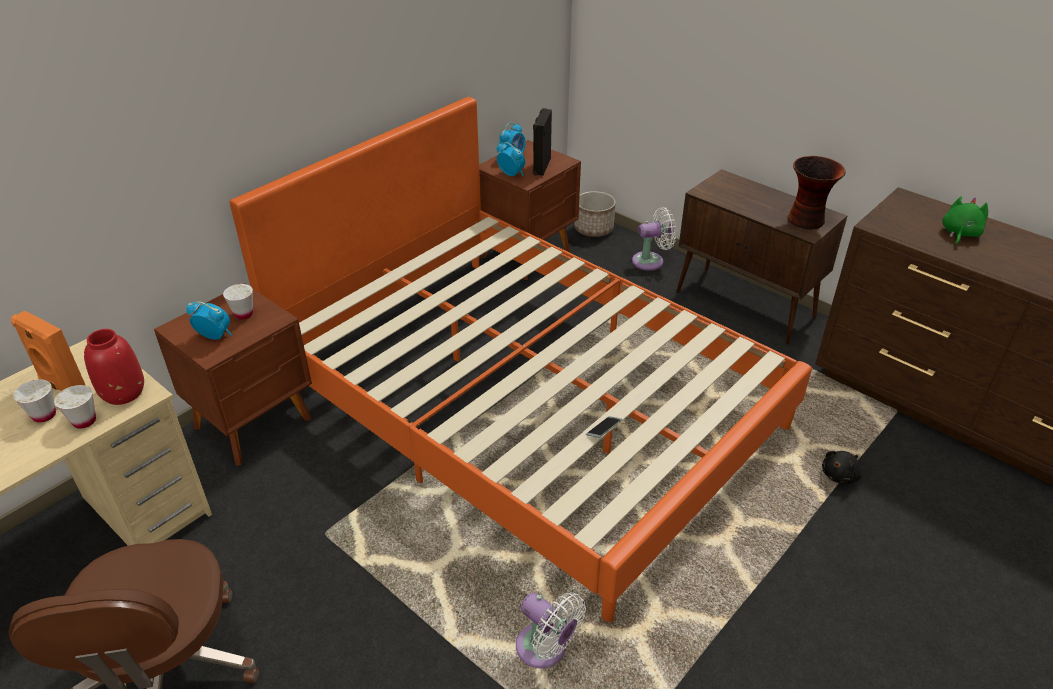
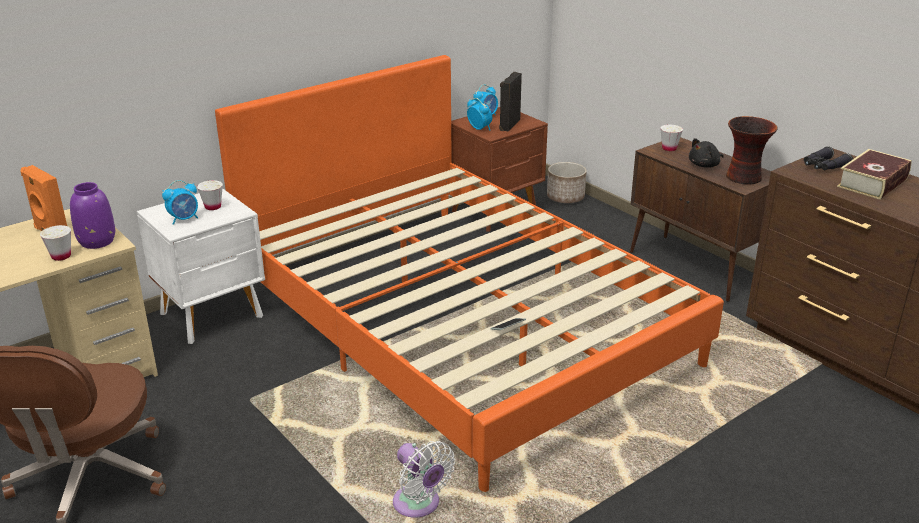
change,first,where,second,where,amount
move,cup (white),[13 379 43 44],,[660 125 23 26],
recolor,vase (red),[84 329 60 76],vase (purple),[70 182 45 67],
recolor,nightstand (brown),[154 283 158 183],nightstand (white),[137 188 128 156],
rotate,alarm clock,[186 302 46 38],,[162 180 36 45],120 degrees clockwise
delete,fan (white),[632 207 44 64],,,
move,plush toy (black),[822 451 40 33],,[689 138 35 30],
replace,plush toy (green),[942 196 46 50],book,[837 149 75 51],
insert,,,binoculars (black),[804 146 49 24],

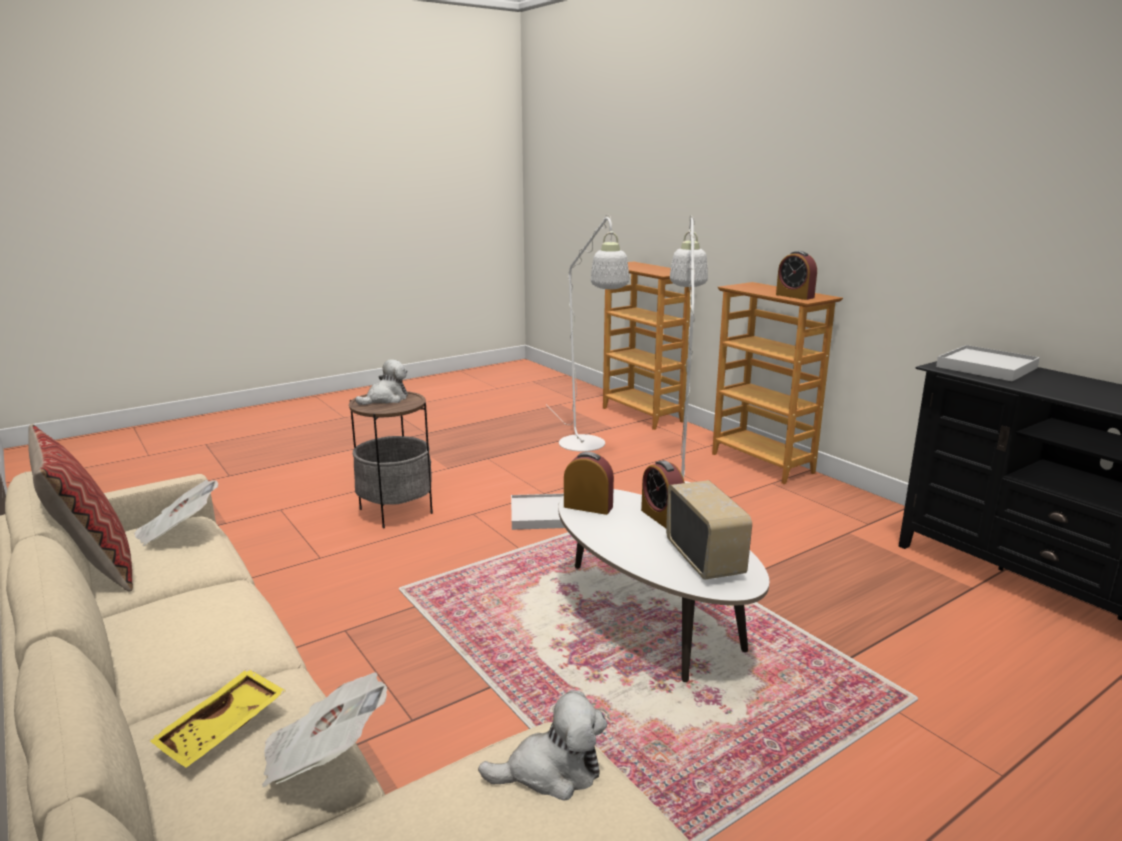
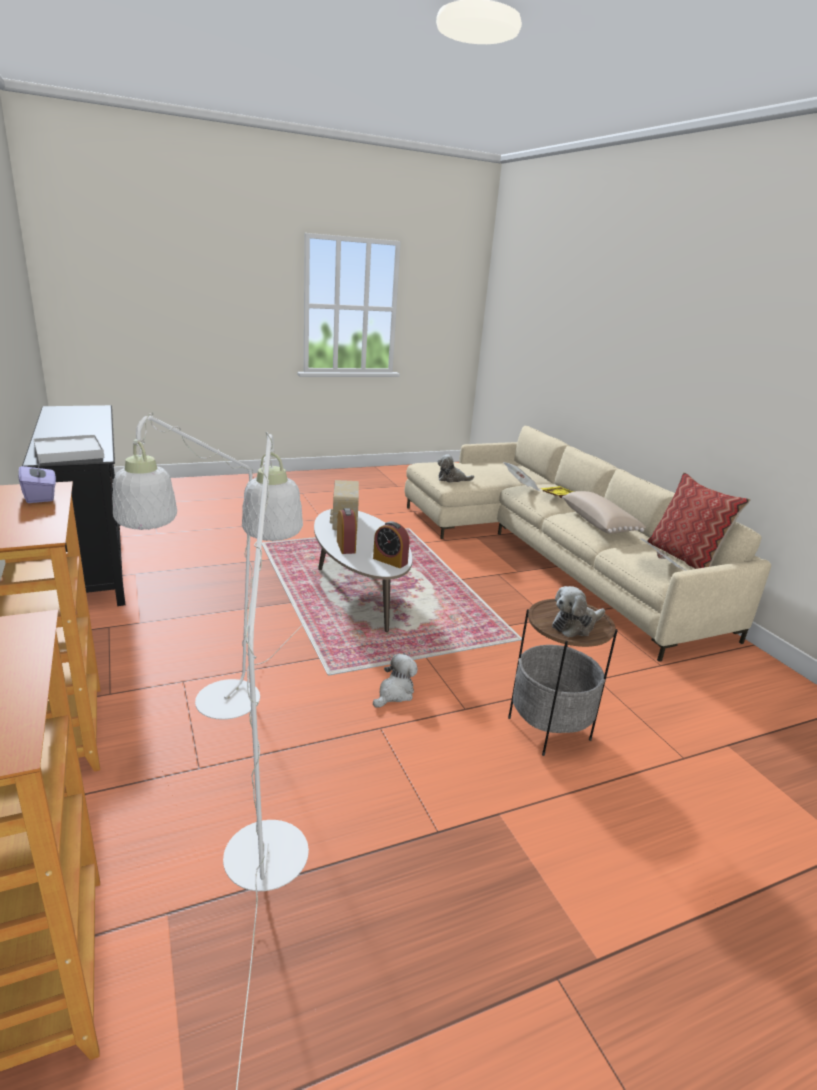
change,first,where,second,where,amount
replace,tray (white),[511 494 54 36],plush toy,[373 654 45 53],
replace,alarm clock,[776 251 41 49],tissue box (purple),[18 459 38 44],
insert,,,pillow (beige),[562 491 84 42],

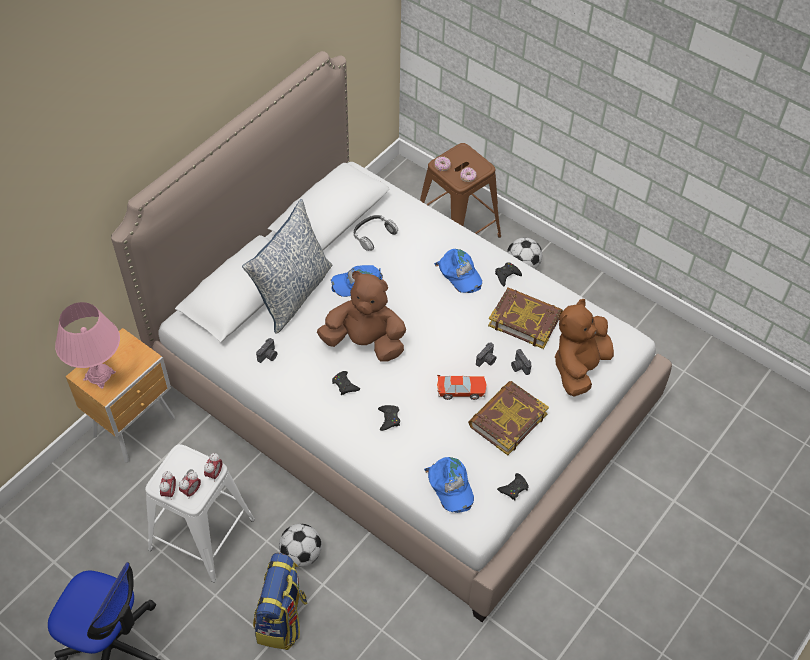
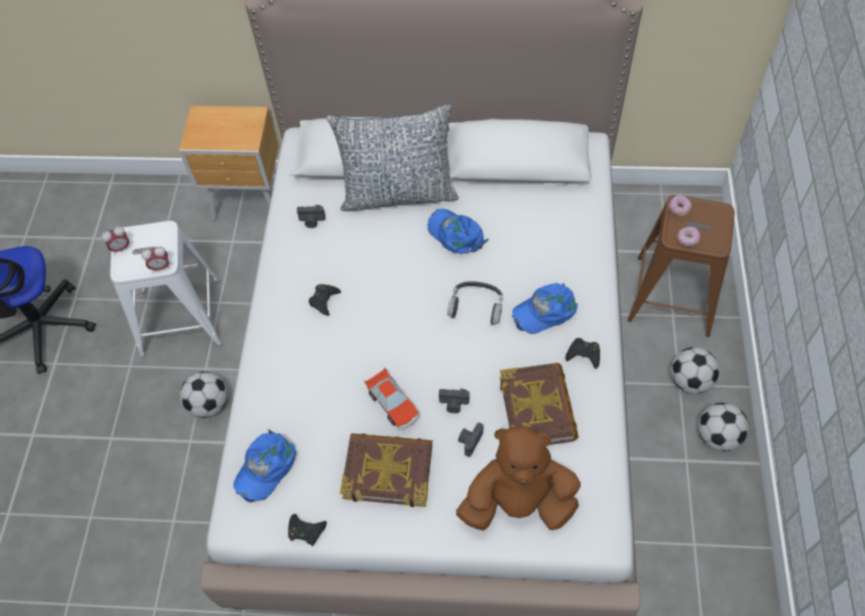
change,first,where,second,where,amount
delete,table lamp (pink),[55 302 65 87],,,
delete,alarm clock,[179 471 22 26],,,
delete,backpack,[253 553 55 97],,,
delete,plush toy (brown),[317 271 89 91],,,
move,headphones,[354 215 44 36],,[447 281 56 44],
delete,game controller (black),[378 405 22 26],,,
rotate,cap (blue),[434 249 48 44],,[512 283 66 51],45 degrees clockwise
insert,,,football,[698 403 51 48],

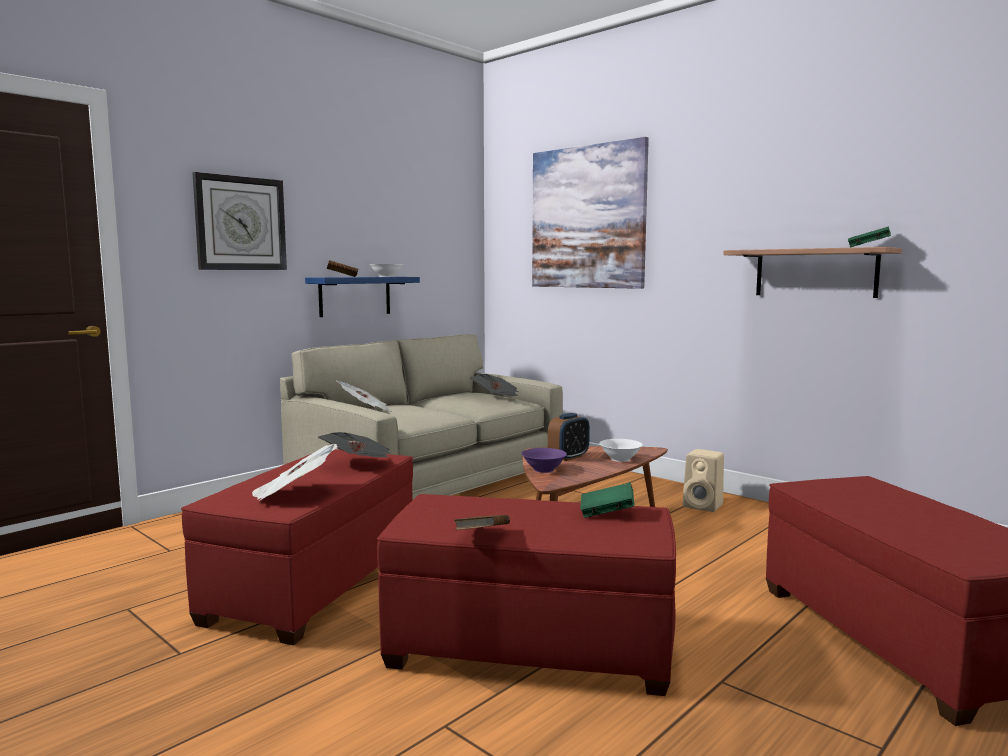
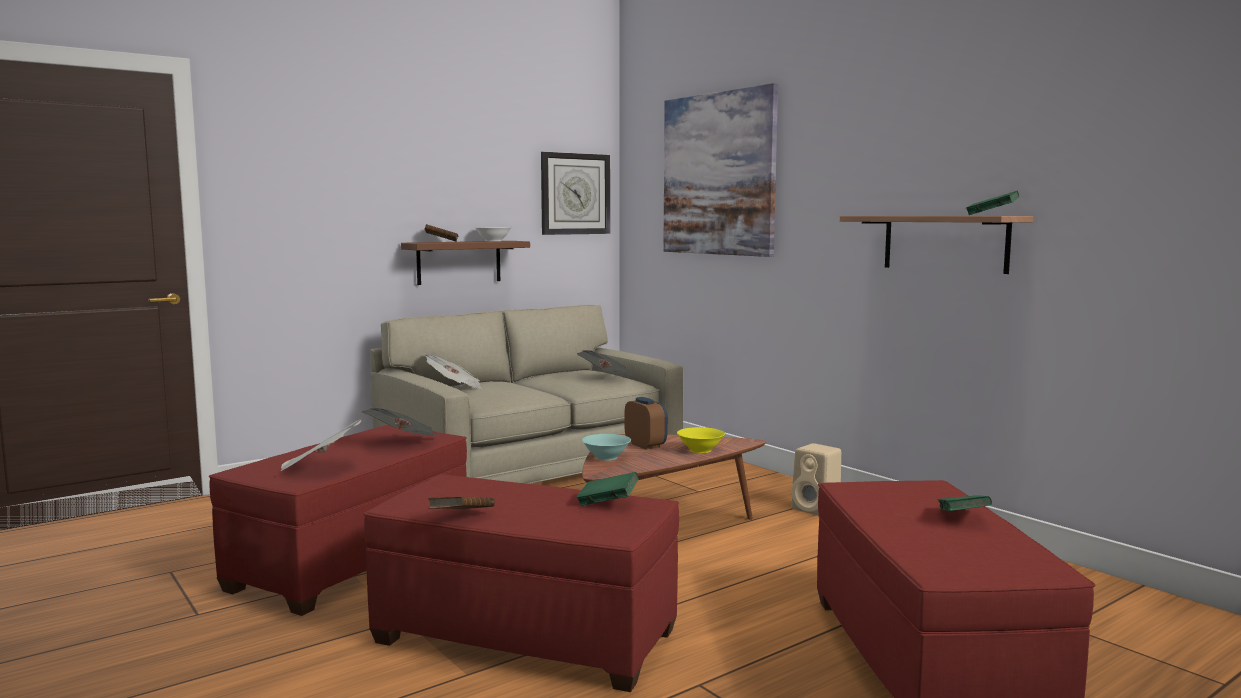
change,first,where,second,where,amount
move,wall clock,[192 172 95 98],,[541 152 69 83],
recolor,shelf (blue),[305 277 115 40],shelf (brown),[401 241 129 44],
recolor,bowl (purple),[521 448 46 25],bowl (turquoise),[582 434 49 27],
rotate,alarm clock,[548 413 42 48],,[625 397 42 53],90 degrees counterclockwise
recolor,bowl (white),[599 439 44 23],bowl (yellow),[677 427 48 26],
insert,,,book (green),[938 496 54 15],

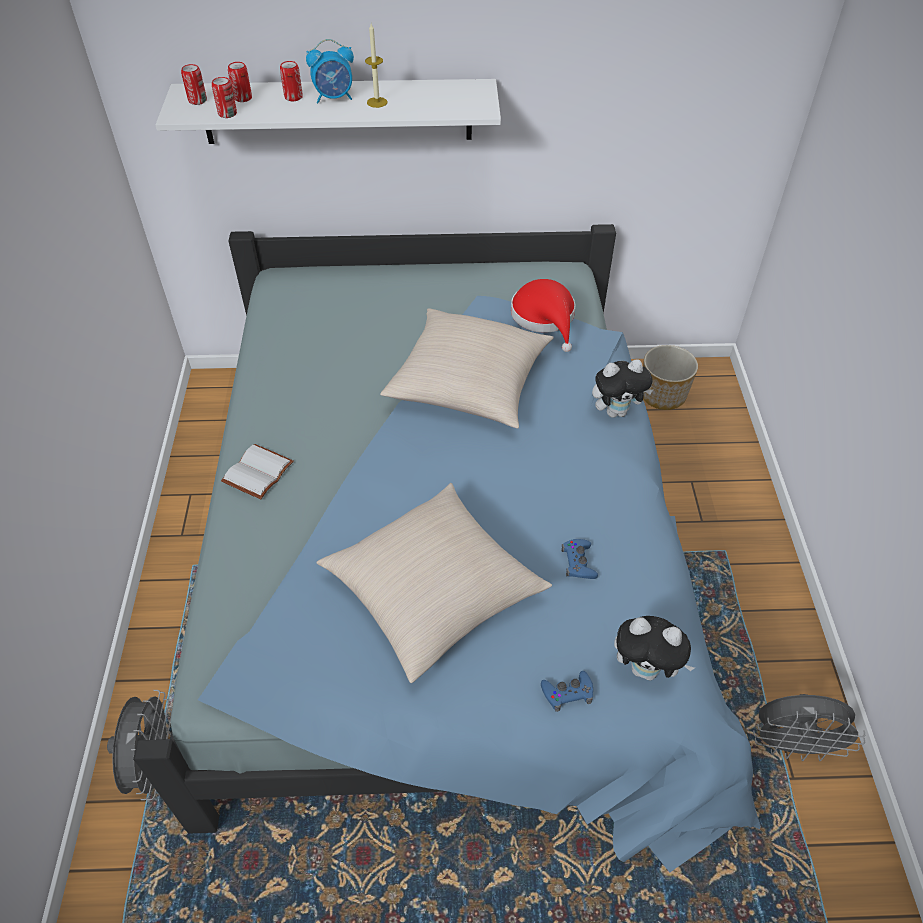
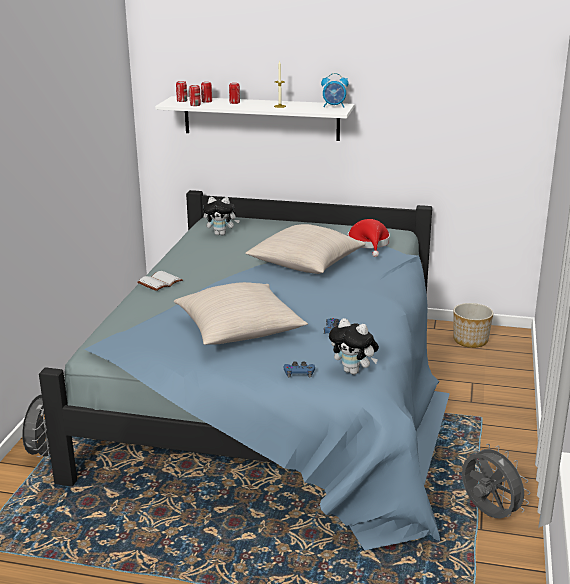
change,first,where,second,where,amount
move,alarm clock,[306 39 48 64],,[321 73 28 34],
move,plush toy,[592 359 62 59],,[203 197 37 39],
rotate,fan (grey),[753 694 112 67],,[462 444 68 75],150 degrees counterclockwise

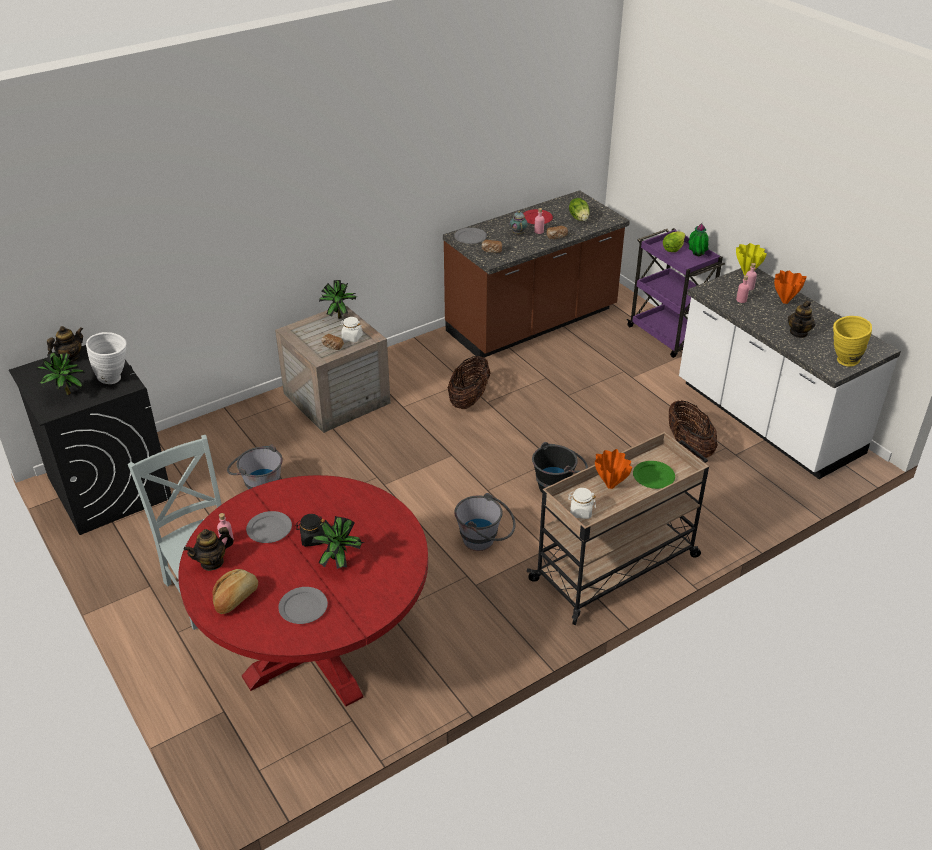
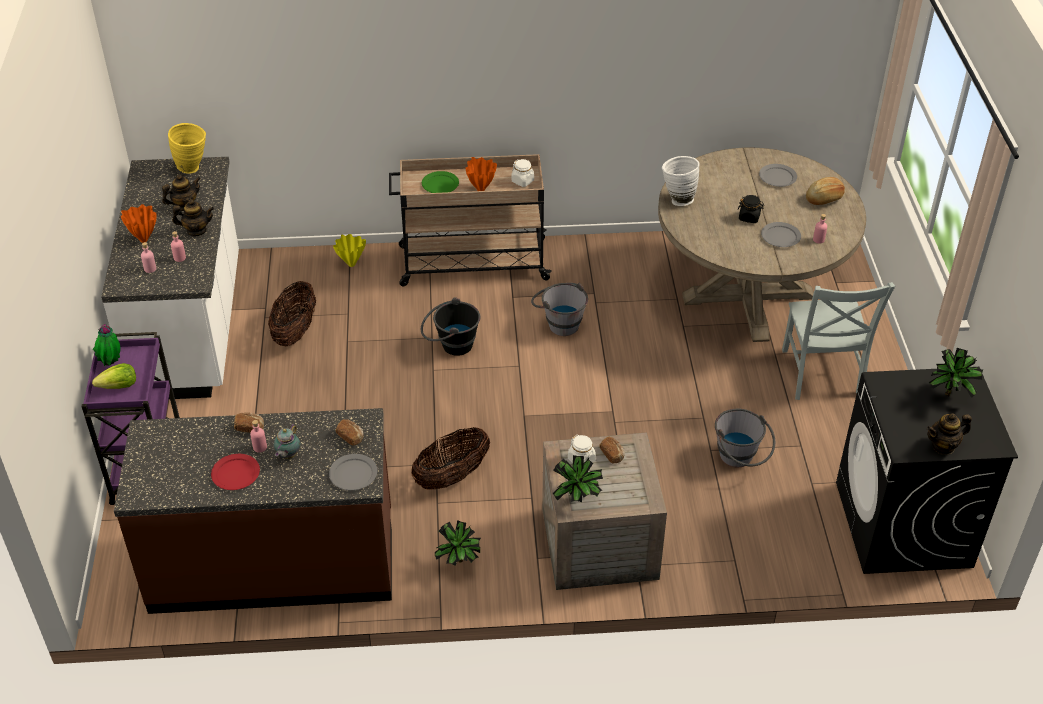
change,first,where,second,where,amount
move,vase (white),[86 332 41 52],,[662 156 38 50],
recolor,dining table (red),[178 475 250 231],dining table (beige),[658 148 208 194],
move,teapot,[184 527 50 44],,[172 199 42 37],
move,potted plant,[312 516 52 53],,[435 520 46 46],
delete,lettuce,[569 198 21 23],,,
move,vase (yellow),[736 243 31 32],,[333 234 33 33],

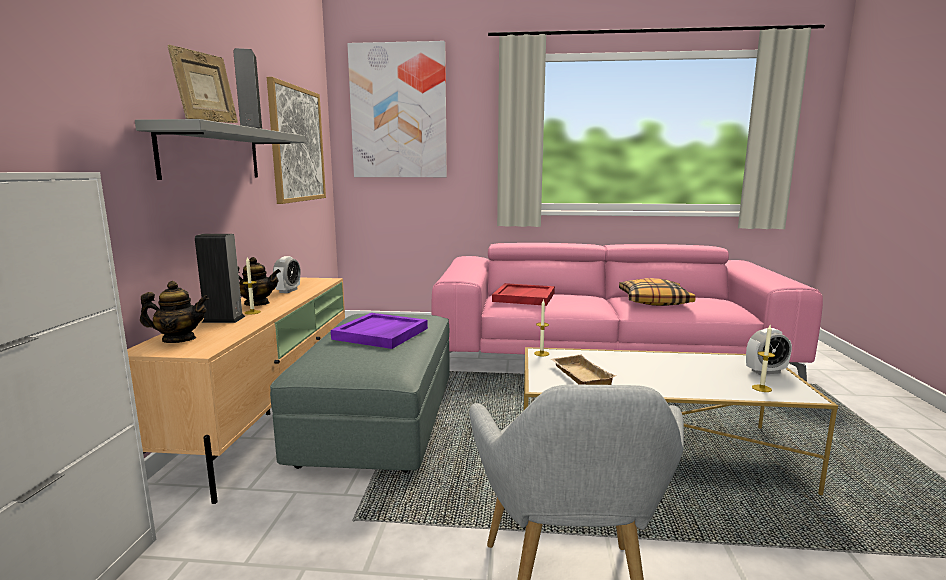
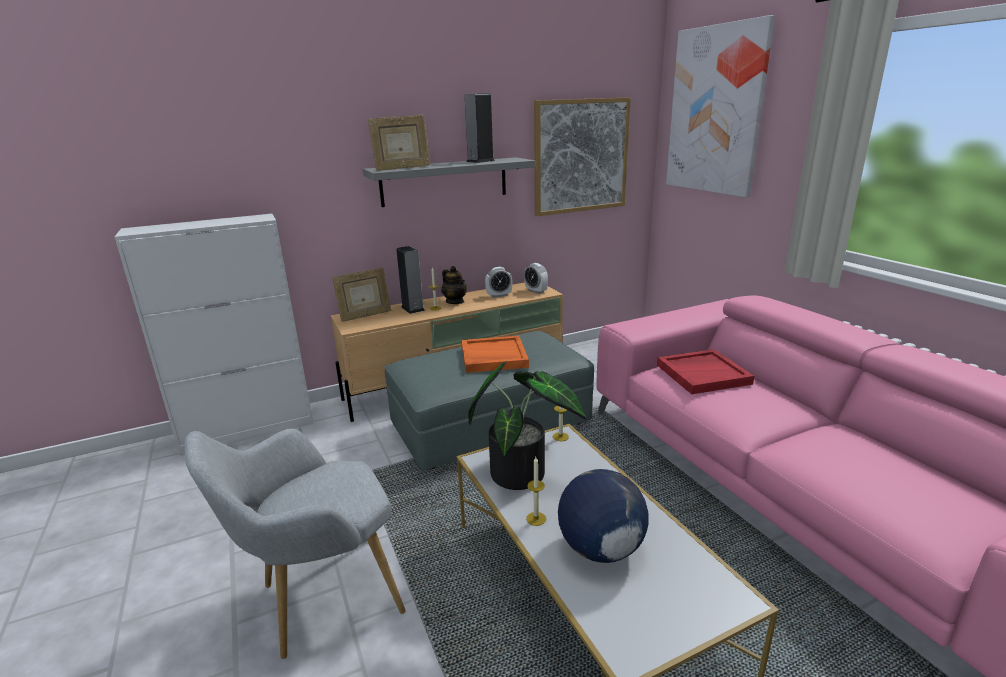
change,first,where,second,where,amount
replace,teapot,[140 281 69 62],picture frame,[332 267 59 55],
recolor,tray (purple),[331 313 97 36],tray (orange),[462 336 67 37],
replace,tray (beige),[551 355 65 30],potted plant,[468 361 118 129],
delete,pillow,[619 278 77 28],,,
move,alarm clock,[746 328 46 47],,[524 263 24 31],
move,candle,[752 325 23 67],,[526 457 20 69],
insert,,,globe,[558 469 91 94],

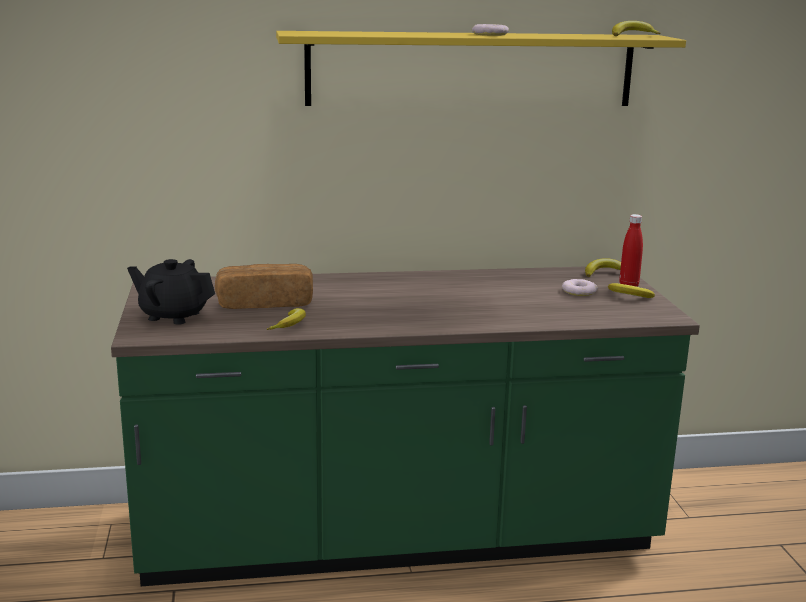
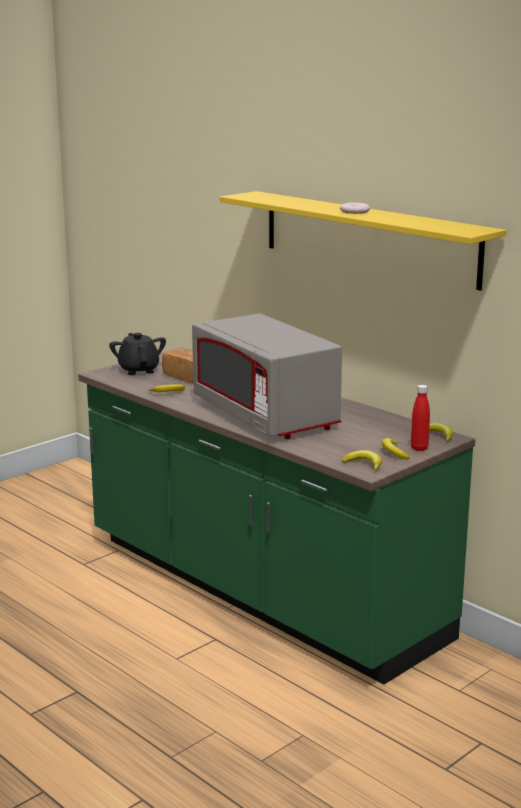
change,first,where,second,where,amount
delete,donut,[562 279 36 17],,,
move,banana,[612 21 48 15],,[342 450 40 21],
insert,,,microwave (grey),[192 313 150 126],

